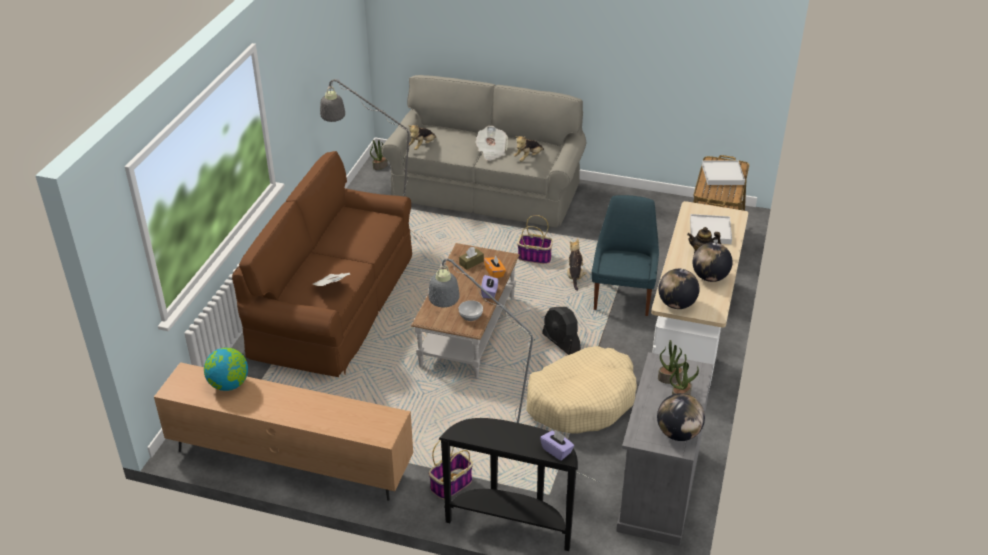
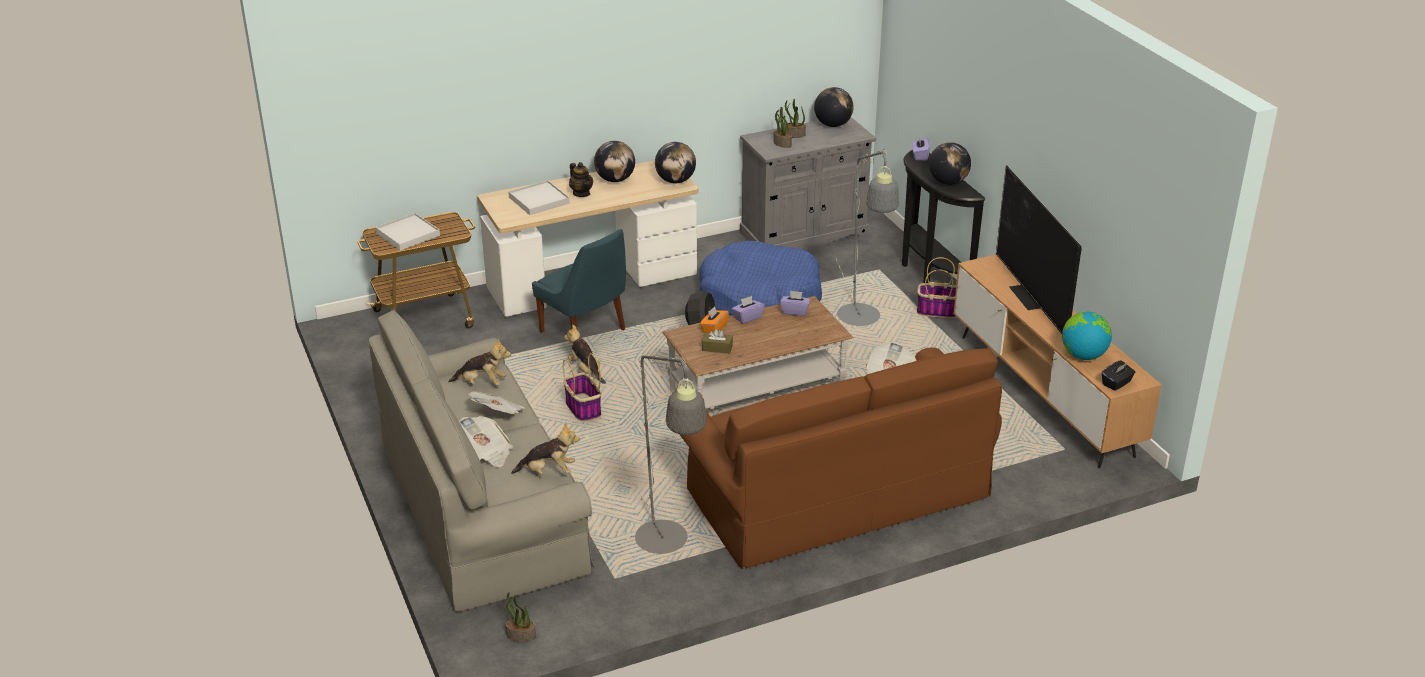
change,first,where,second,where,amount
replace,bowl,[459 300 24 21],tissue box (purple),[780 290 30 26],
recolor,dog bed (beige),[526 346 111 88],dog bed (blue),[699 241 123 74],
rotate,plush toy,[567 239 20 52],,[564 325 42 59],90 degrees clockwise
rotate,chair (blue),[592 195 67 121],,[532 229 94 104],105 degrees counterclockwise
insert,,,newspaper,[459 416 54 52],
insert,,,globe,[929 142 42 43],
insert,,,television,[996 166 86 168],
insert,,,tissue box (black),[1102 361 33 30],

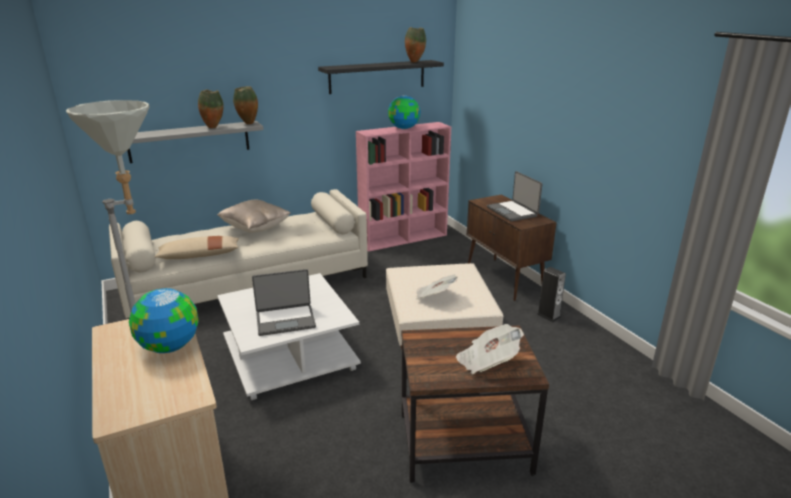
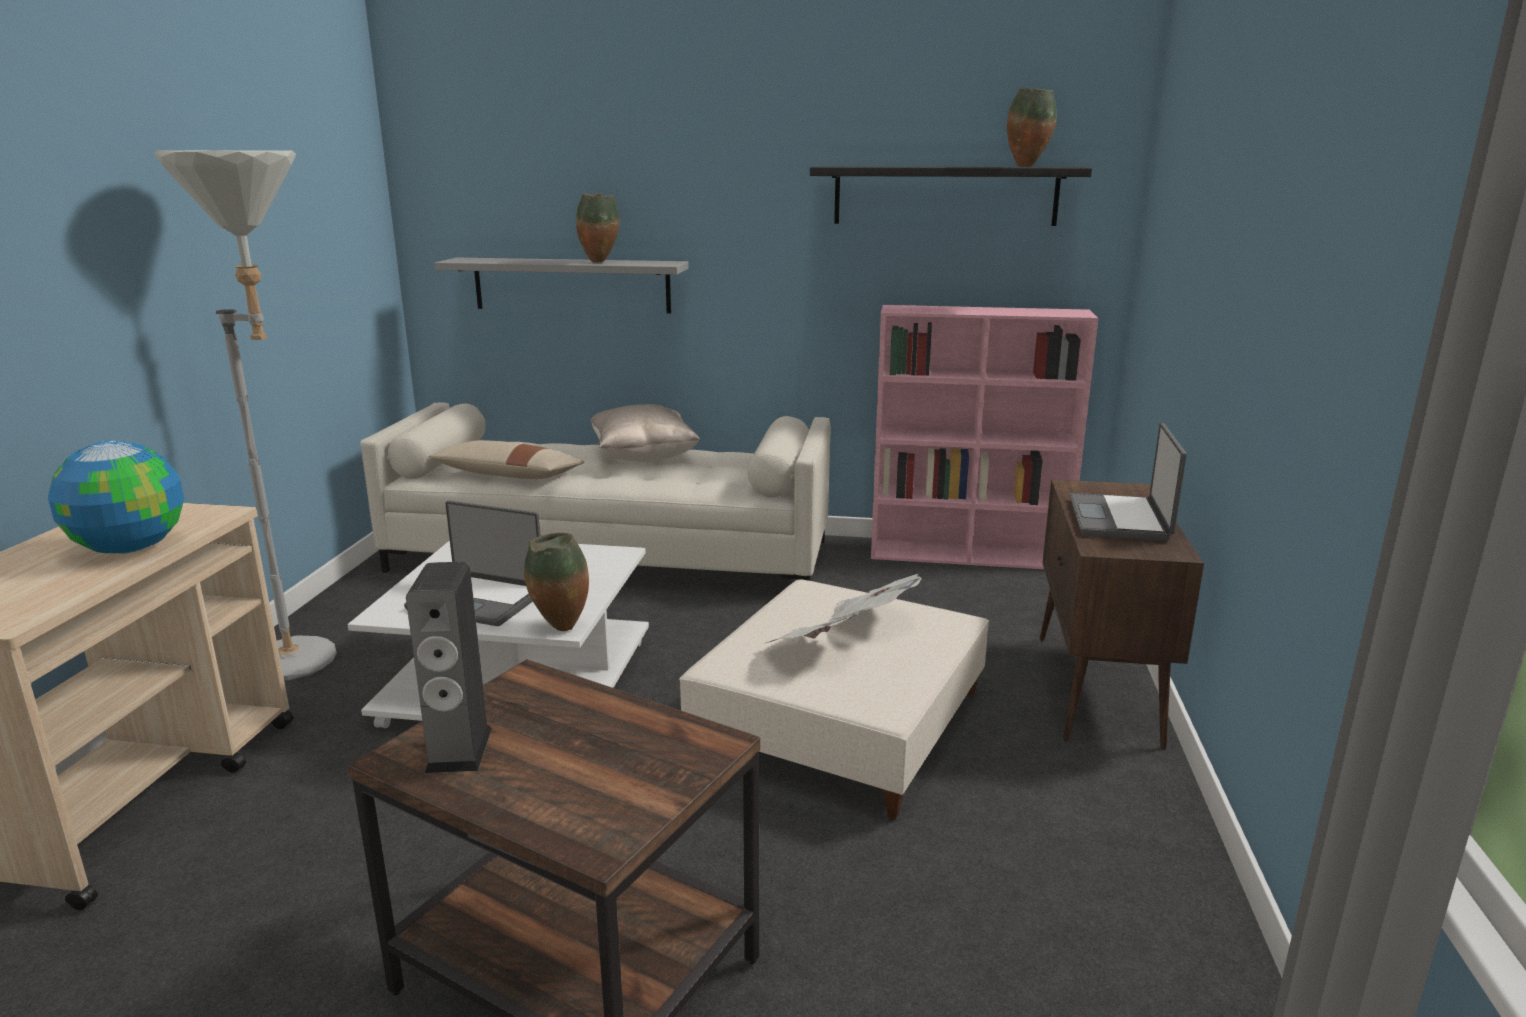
change,first,where,second,where,amount
move,vase,[233 86 25 38],,[524 533 65 98],
delete,globe,[388 96 32 33],,,
move,newspaper,[456 324 68 50],,[828 574 94 47],
move,speaker,[537 267 29 55],,[406 562 86 211],

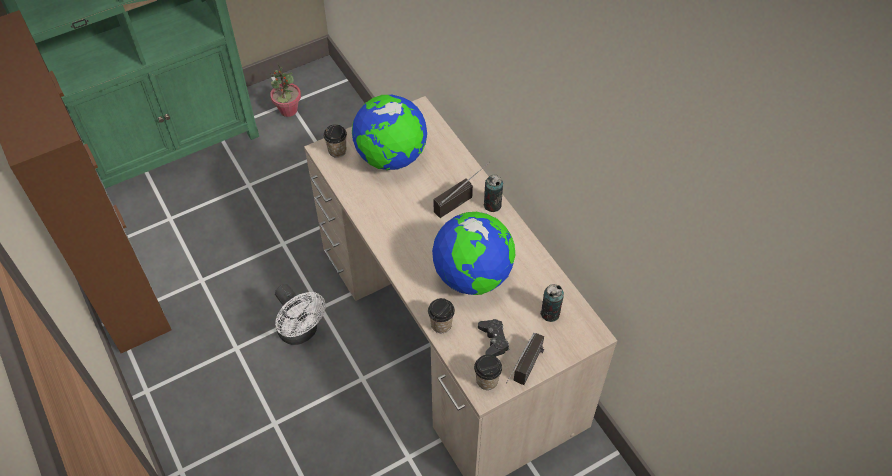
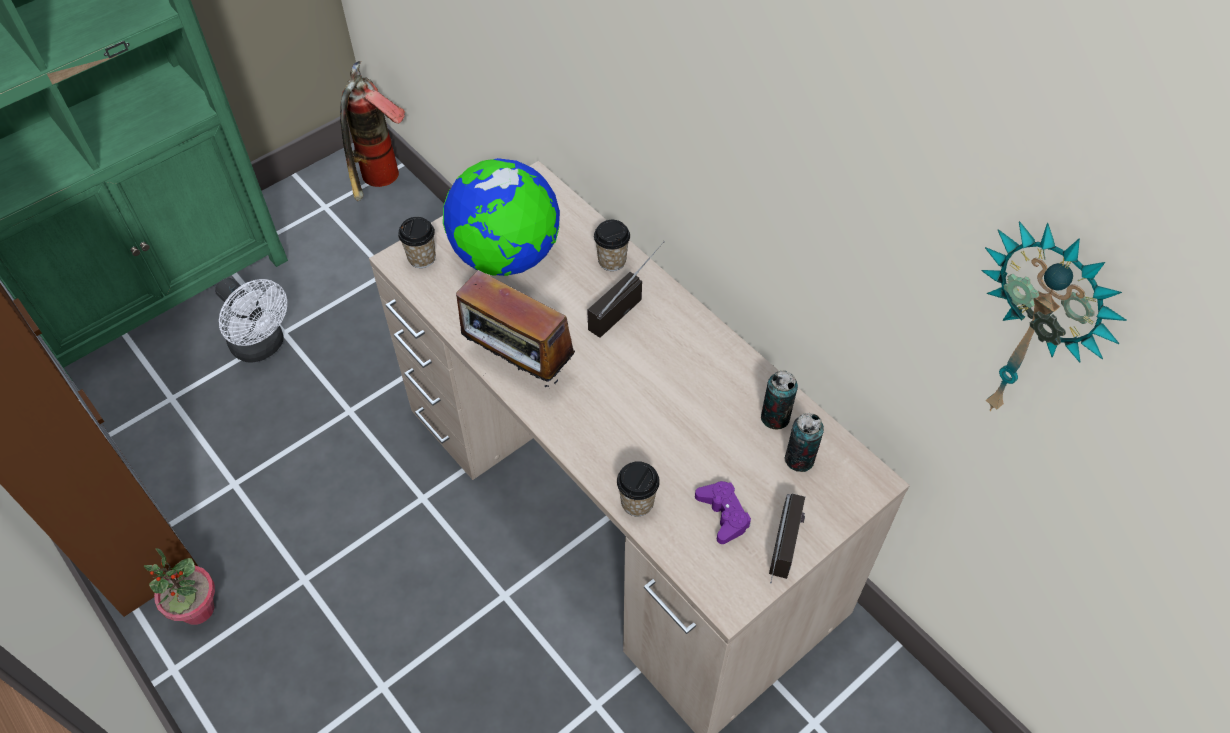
change,first,where,second,where,amount
move,potted plant,[270 64 31 53],,[144 548 71 77],
move,fan (white),[275 284 51 61],,[215 278 72 85],
delete,globe,[432 212 83 83],,,
move,cup,[474 355 28 35],,[594 220 36 51],
recolor,game controller (black),[478 319 31 38],game controller (purple),[695 481 56 63],
move,can,[484 175 19 37],,[761 371 37 58],
insert,,,fire extinguisher,[340 61 65 140],
insert,,,radio,[456 270 119 117],
insert,,,wall clock,[981 221 146 190],

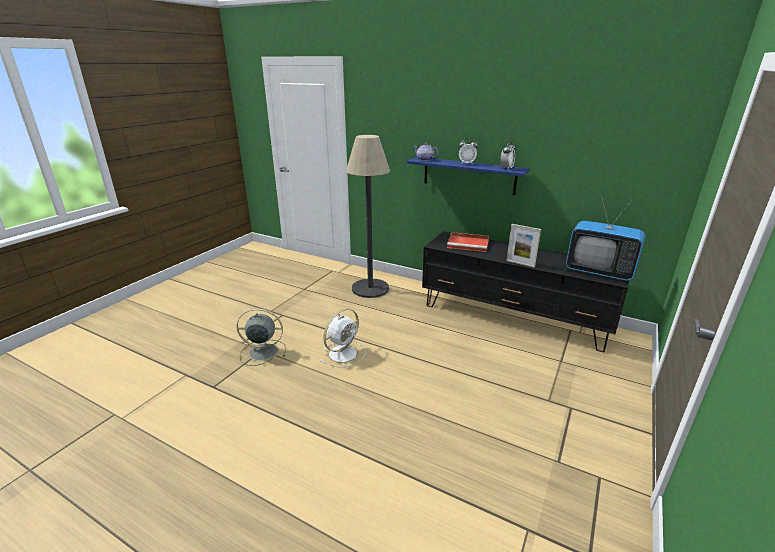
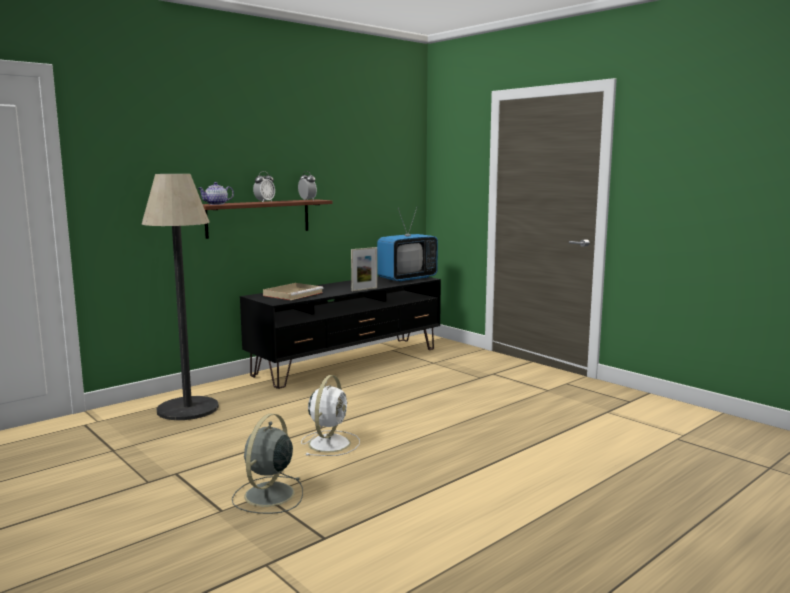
change,first,where,second,where,amount
rotate,fan (white),[320 308 46 59],,[301 375 59 81],45 degrees clockwise
recolor,shelf (blue),[407 157 123 38],shelf (brown),[203 199 129 40],
recolor,tray (red),[447 232 42 20],tray (beige),[263 283 60 17],

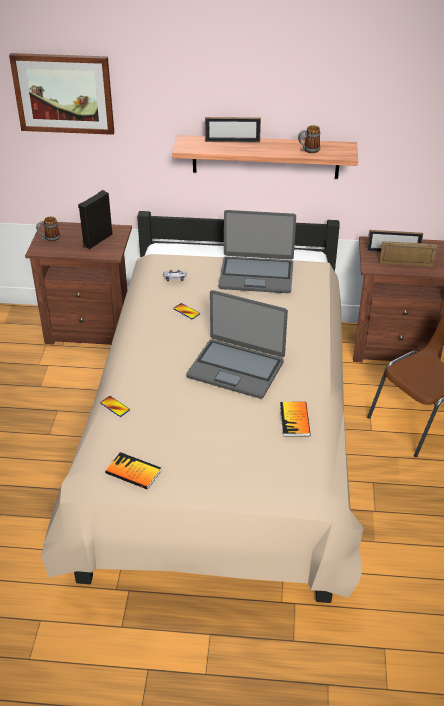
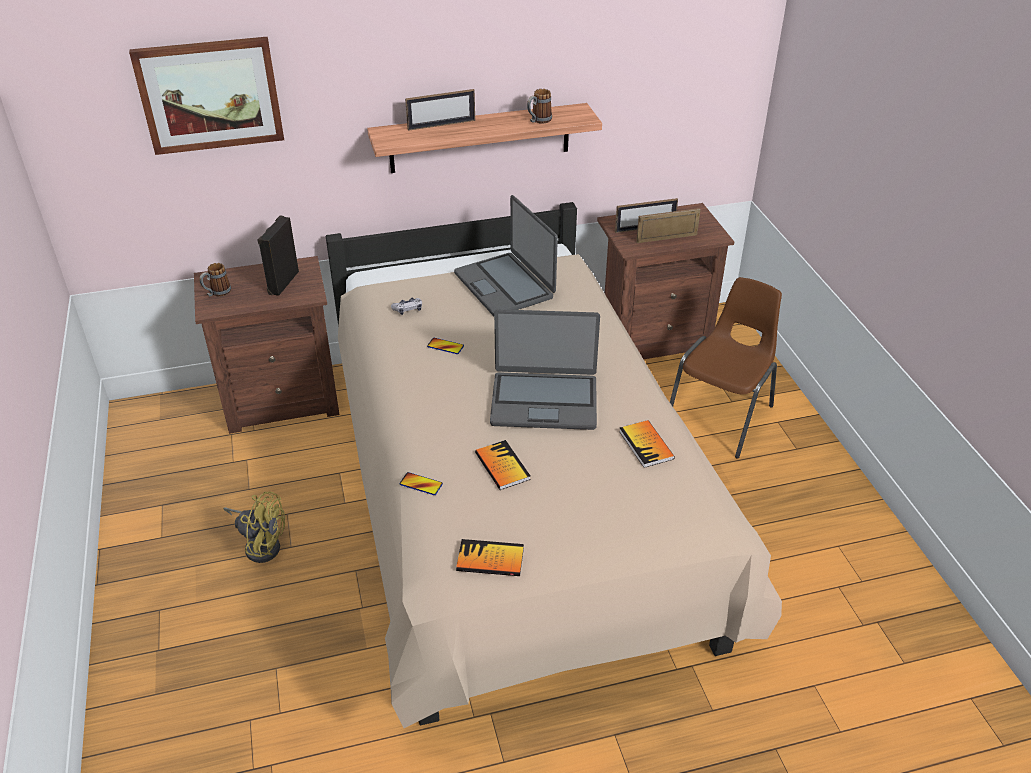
change,first,where,second,where,amount
rotate,laptop,[218 210 78 83],,[454 195 104 121],75 degrees clockwise
insert,,,fan (yellow),[223 491 62 72],
insert,,,book,[475 440 56 50],

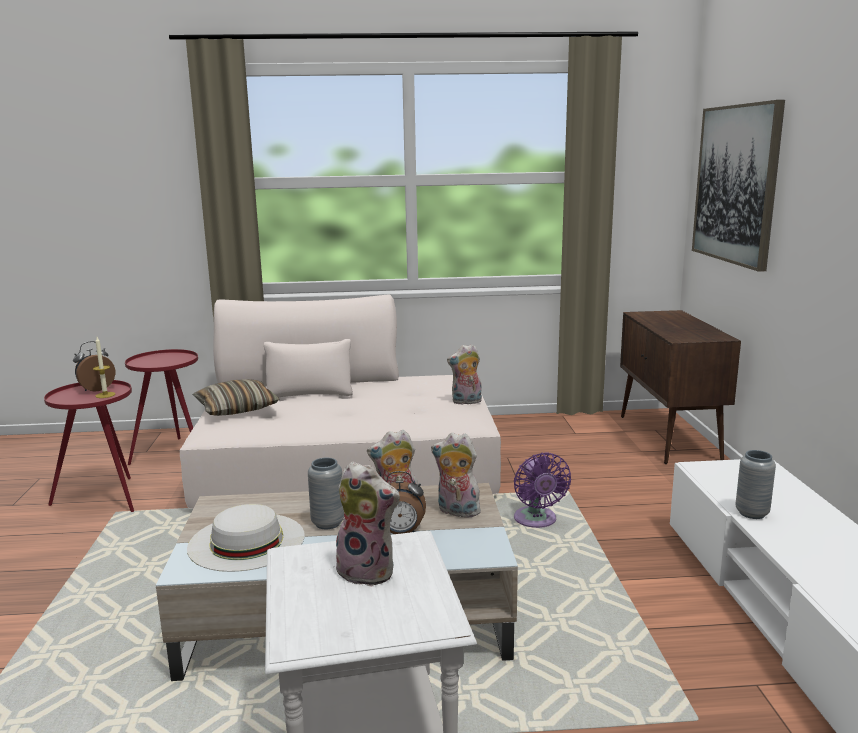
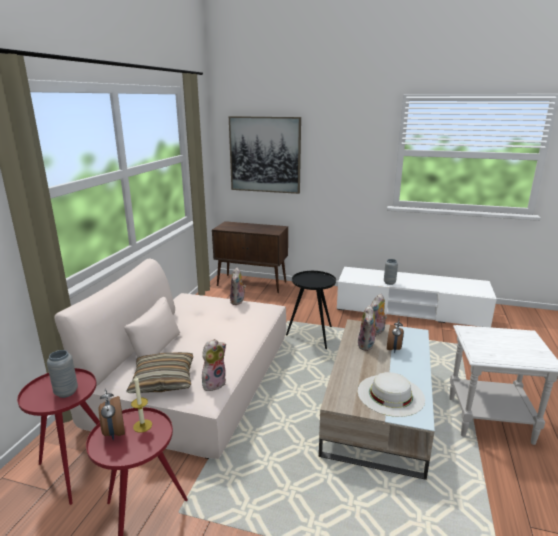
change,first,where,second,where,amount
move,vase (grey),[308 458 36 71],,[47 350 31 48],
move,plush toy,[336 461 64 126],,[202 339 24 52],
replace,fan (purple),[514 452 57 76],side table (black),[286 271 50 78],

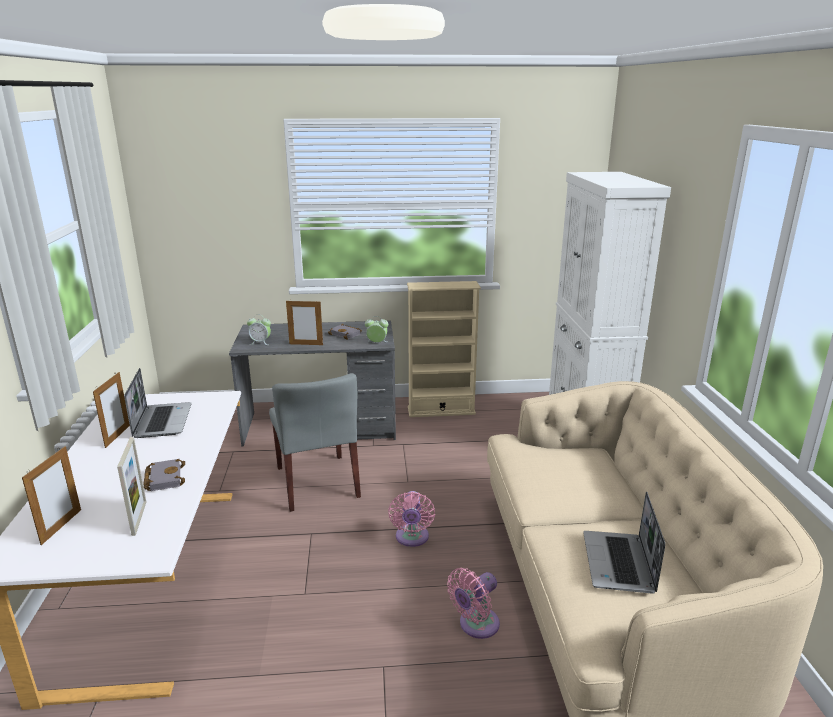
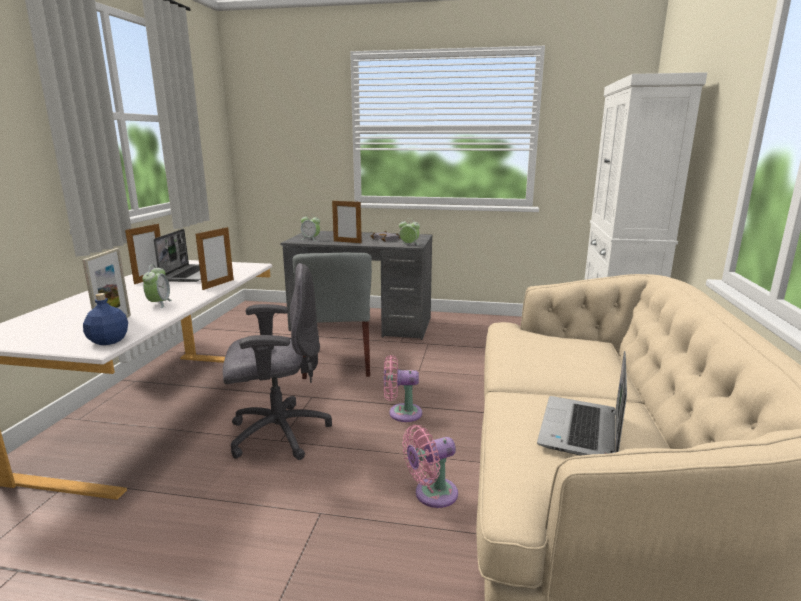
change,first,where,second,where,amount
move,picture frame,[22 446 59 99],,[196 226 38 64],
replace,book (grey),[143 459 42 32],alarm clock,[142 265 30 43],
rotate,fan (pink),[388 491 47 56],,[384 355 38 67],75 degrees clockwise
delete,bookcase (beige),[407 281 74 136],,,
insert,,,bottle (blue),[83 293 45 52],
insert,,,office chair (grey),[223 263 109 197],

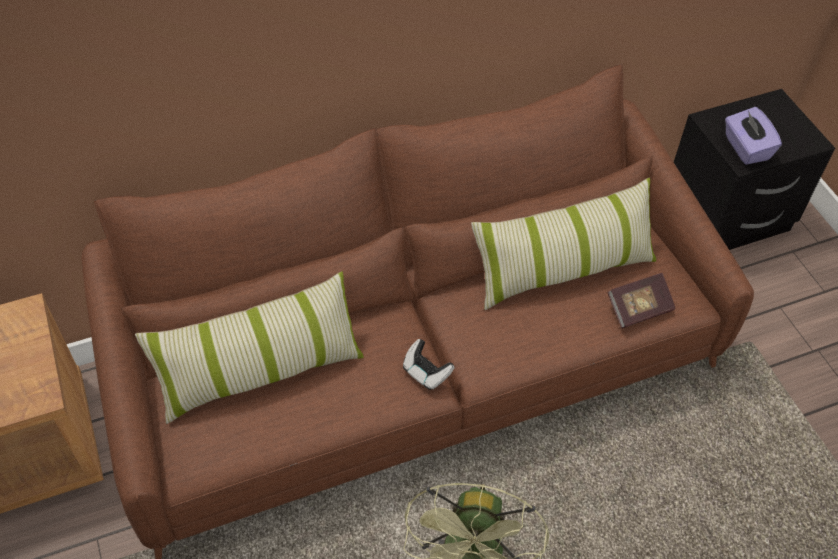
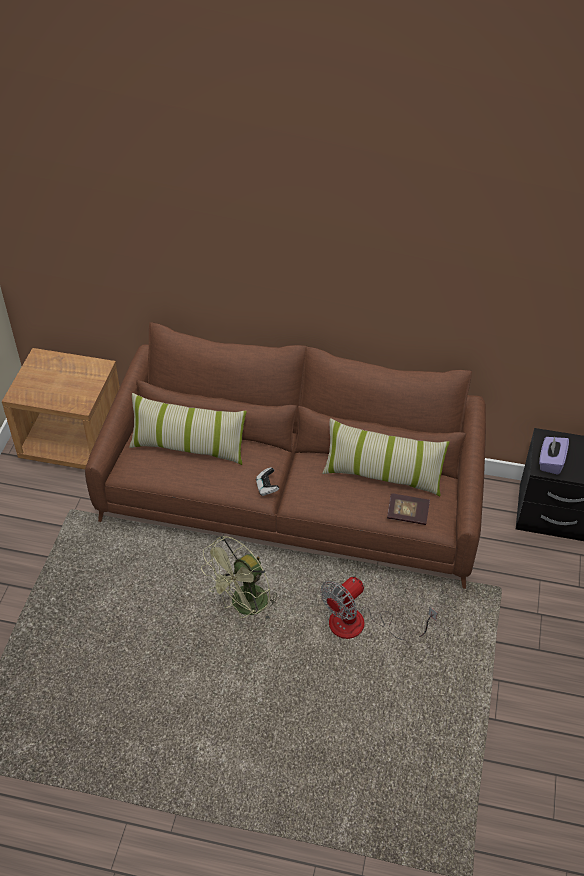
change,first,where,second,where,amount
insert,,,fan,[320 577 117 63],

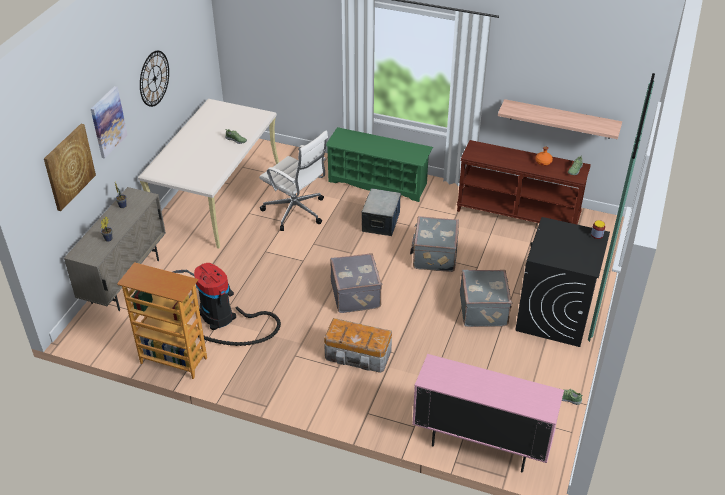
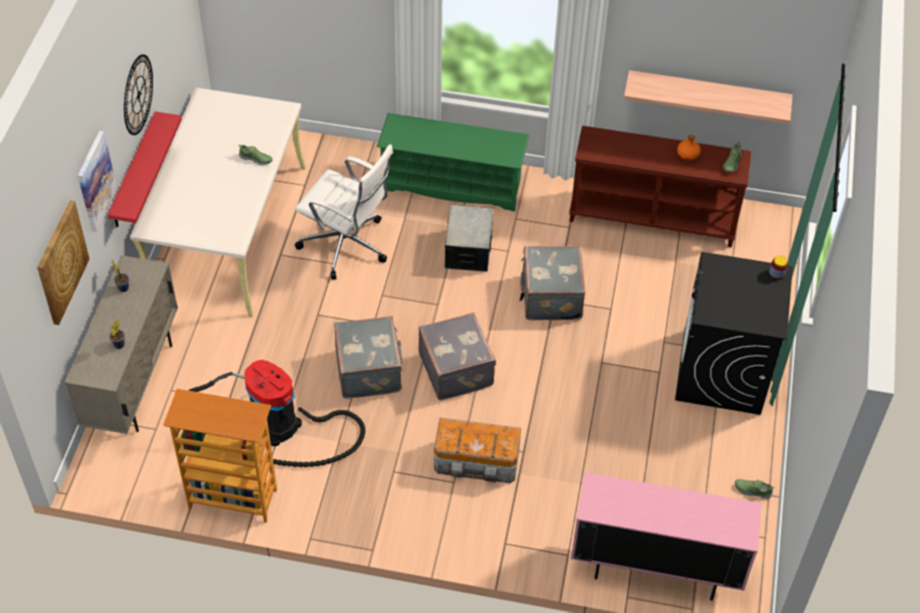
change,first,where,second,where,amount
move,suitcase (grey),[460 270 53 57],,[334 316 69 83],
insert,,,shelf (red),[108 111 74 117],

